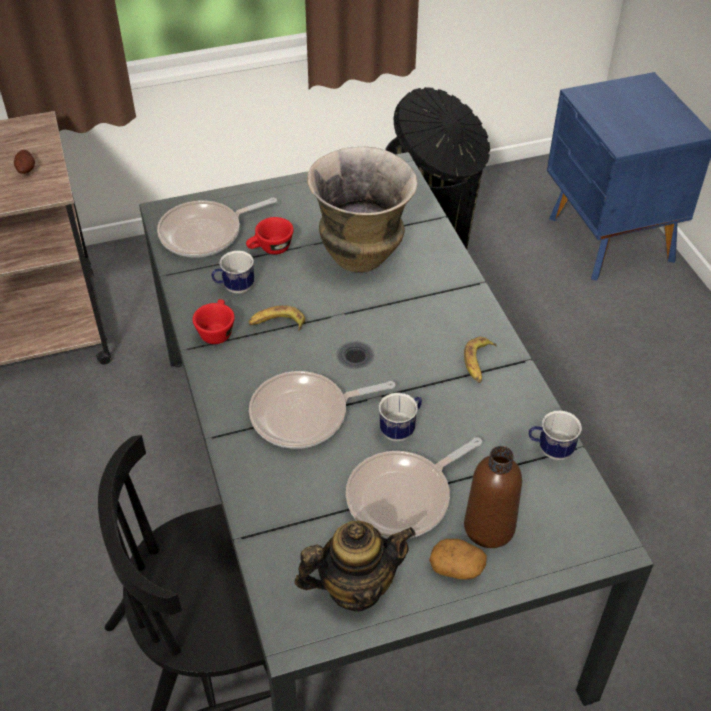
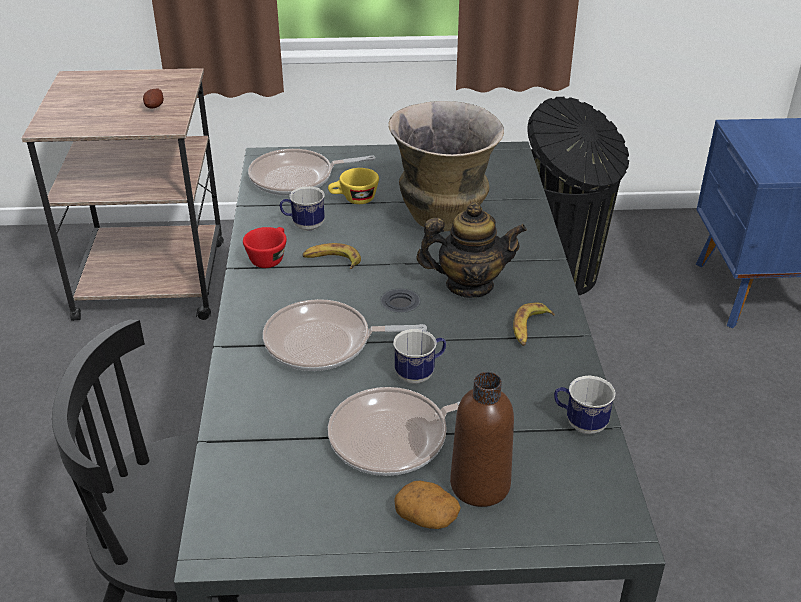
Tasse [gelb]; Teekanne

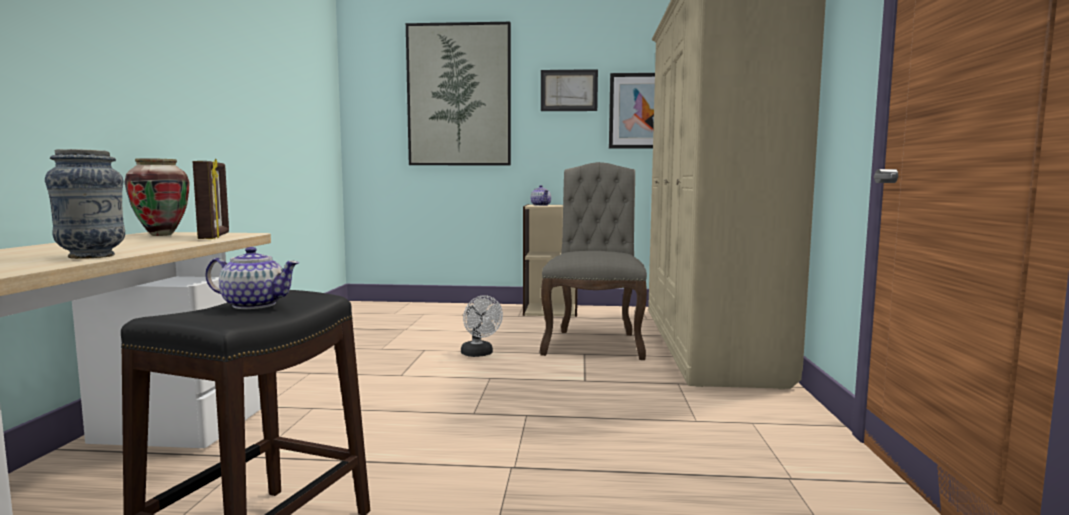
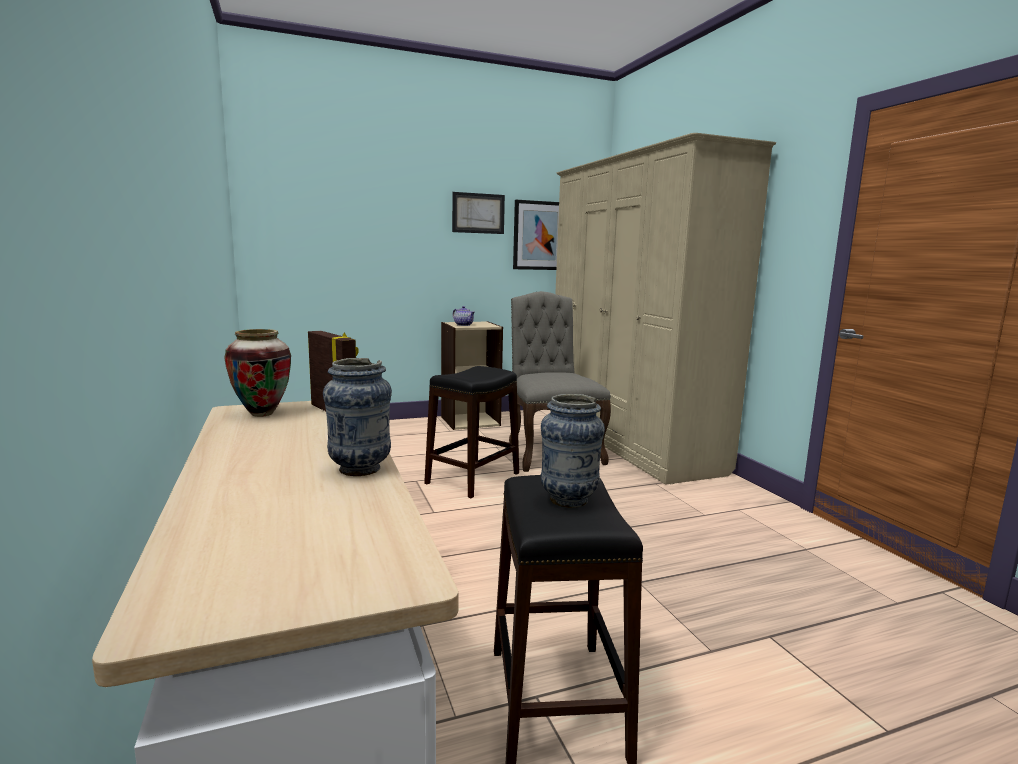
Bild (1st from left in the first image); Vase (3rd from left); Hocker [schwarz] (1st from left)

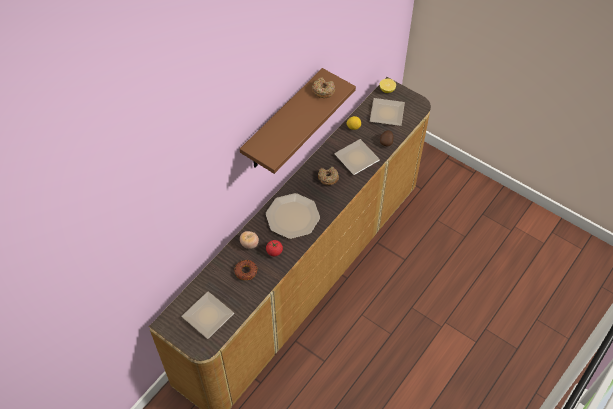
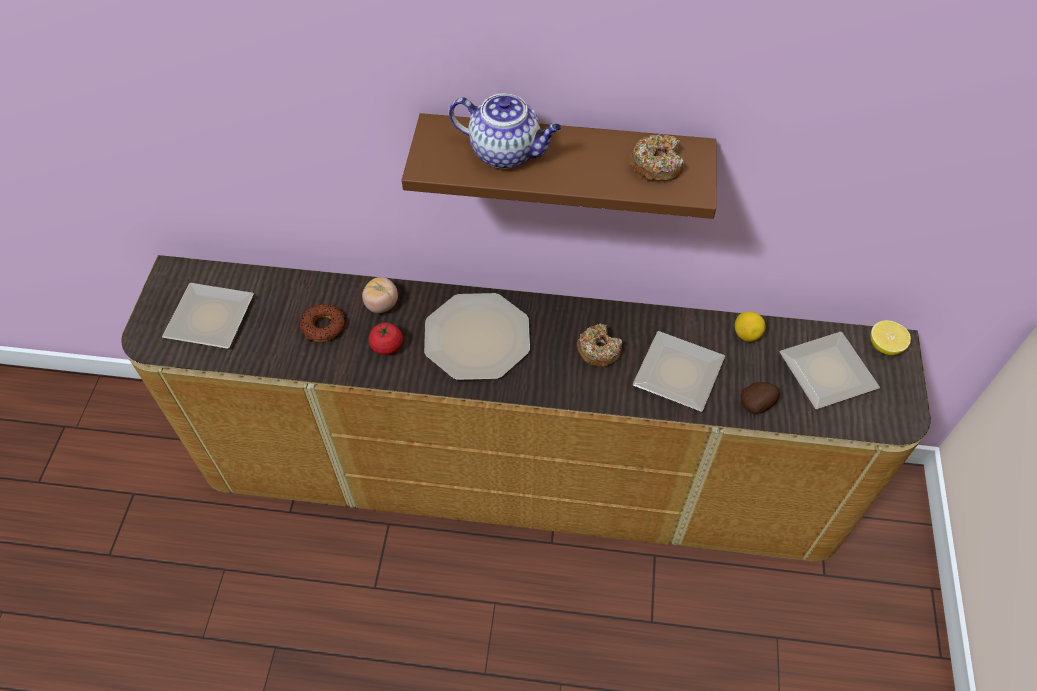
Teekanne

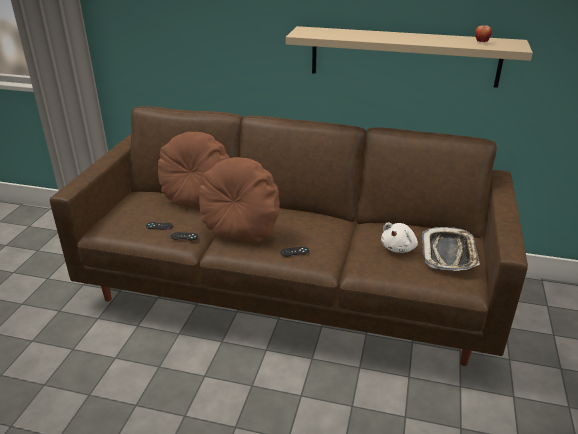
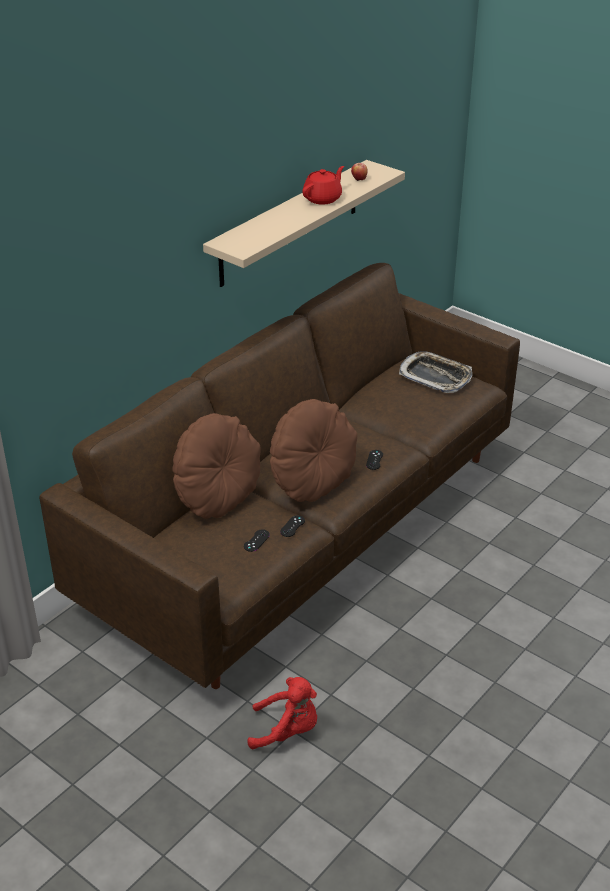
Plüschtier [weiß]; Teekanne [rot]; Plüschtier [rot]

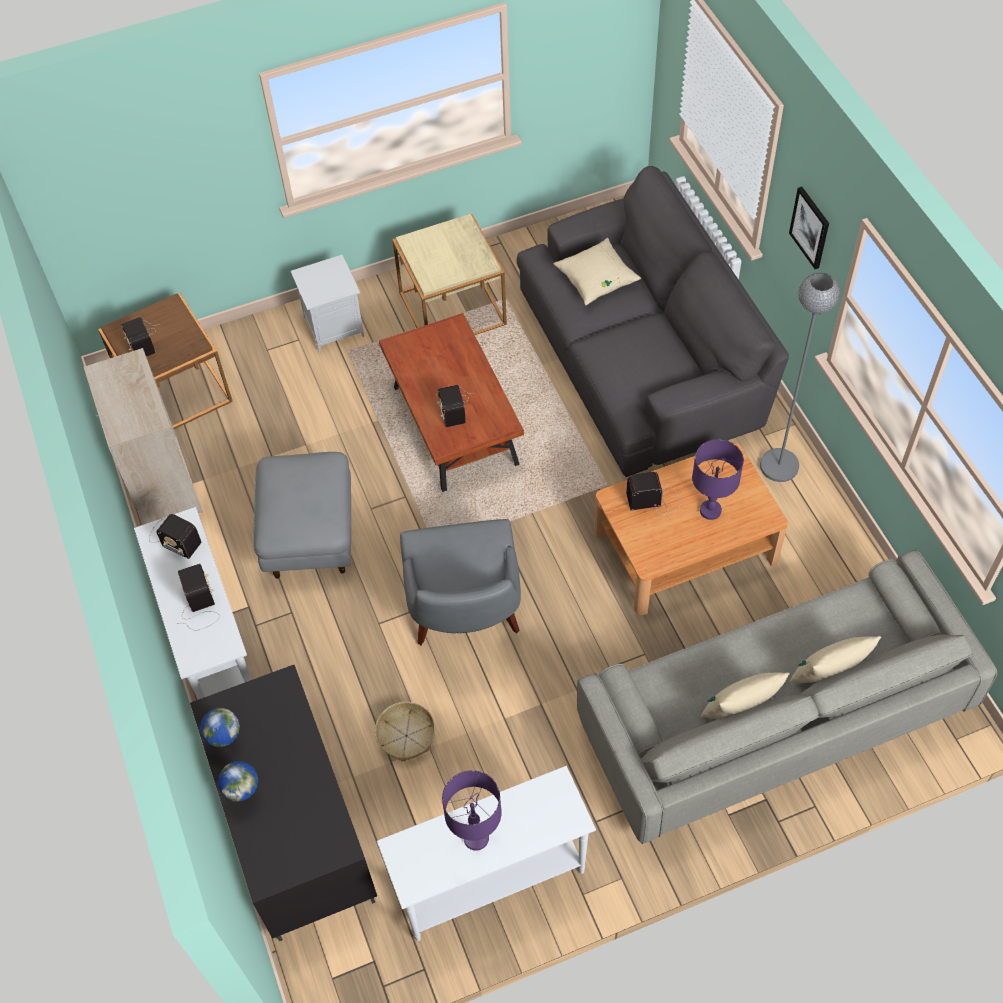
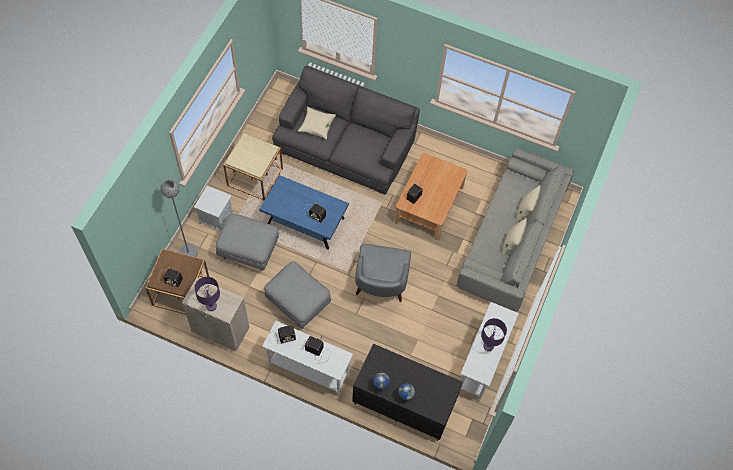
Bild; Stehlampe [grau]; Couchtisch [blau]; Tischlampe [lila] (1st from left); Sessel [grau]; Korb; Polsterhocker [grau] (1st from left)

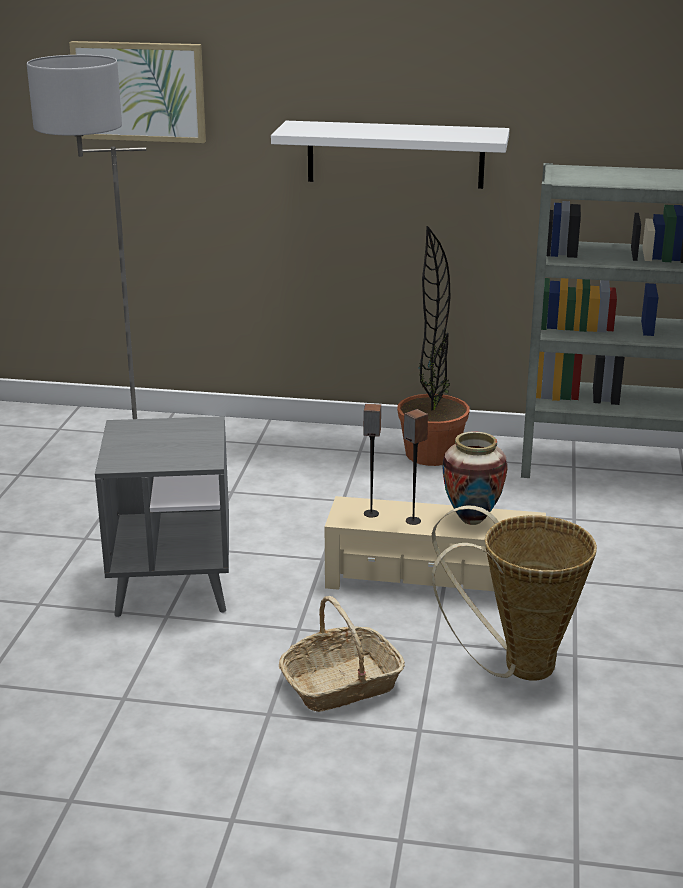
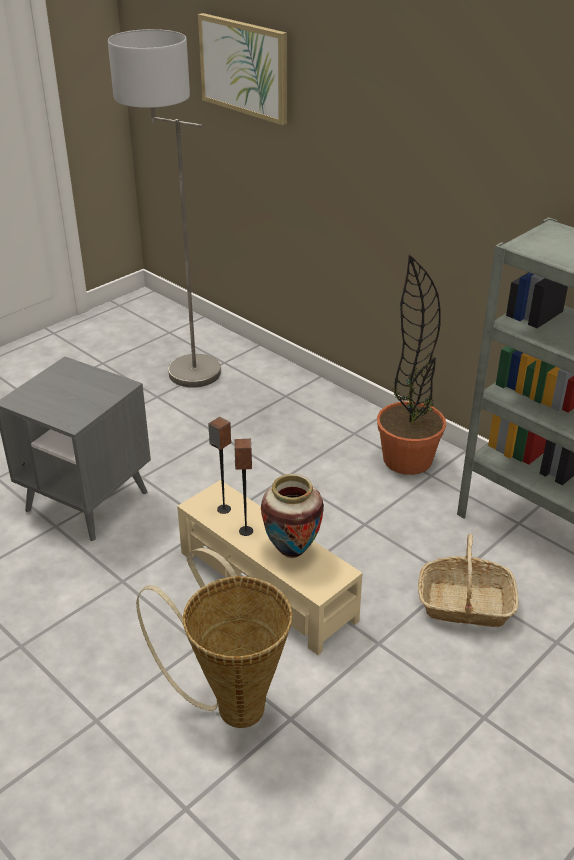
Wandregal [weiß]; Korb (2nd from left)

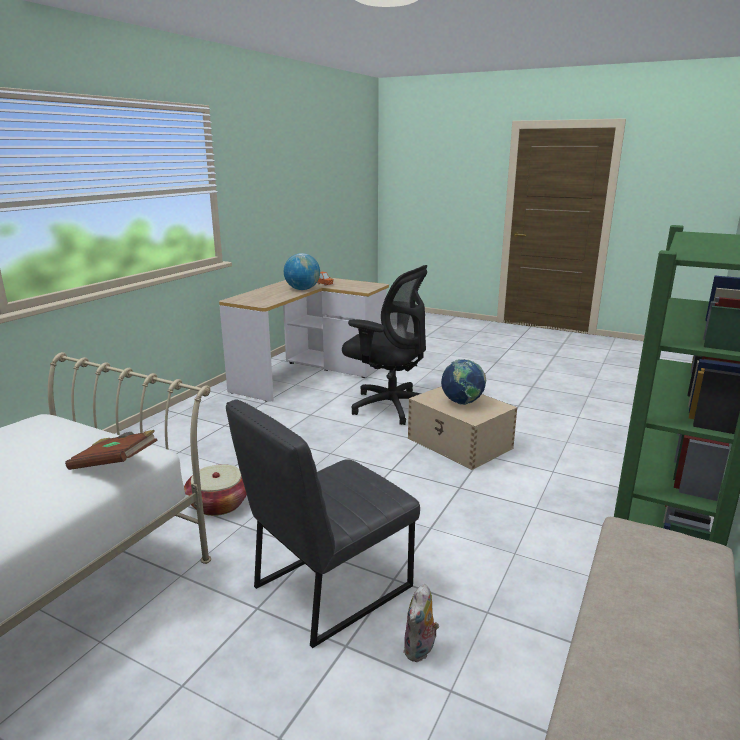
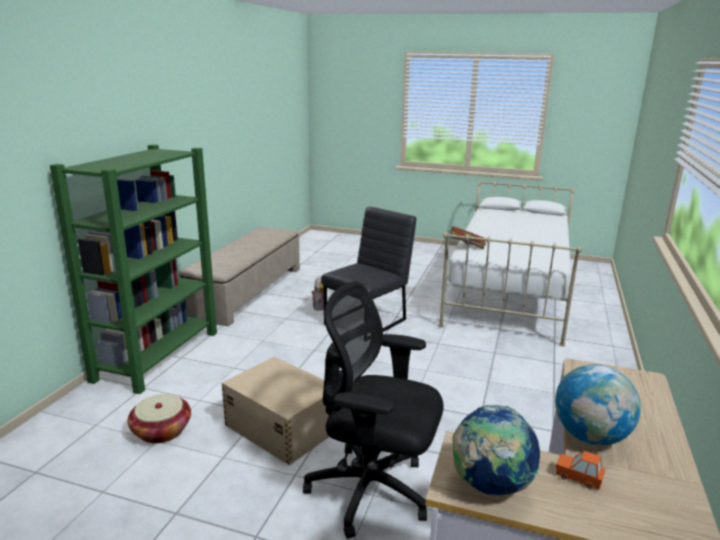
Globus (1st from left); Korb

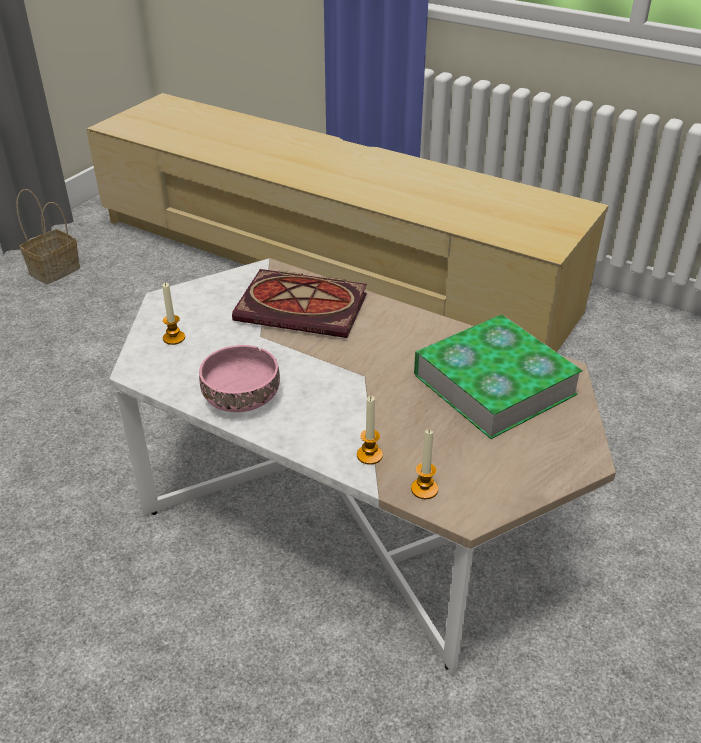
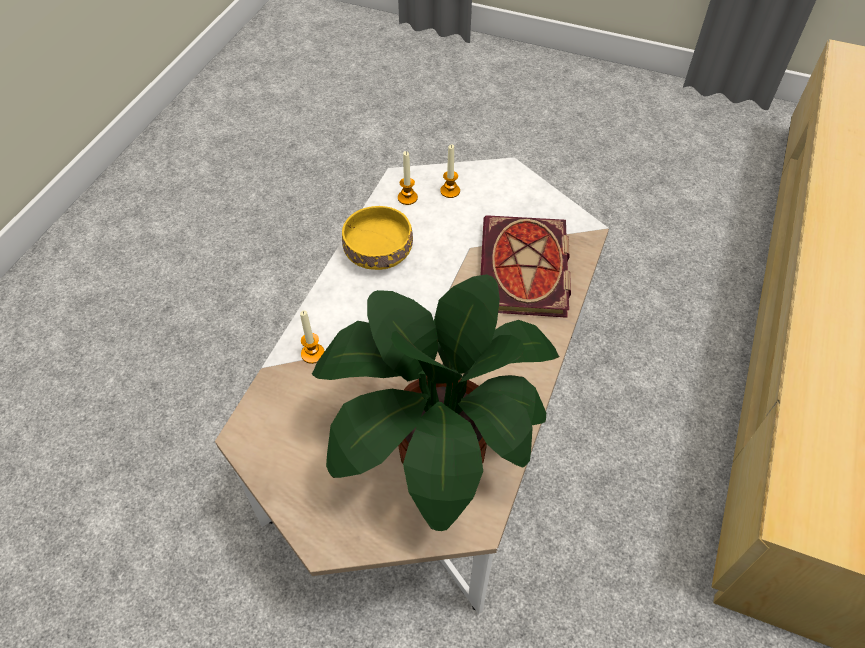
Korb; Topfpflanze; Schüssel [gelb]; Kerze (2nd from left)

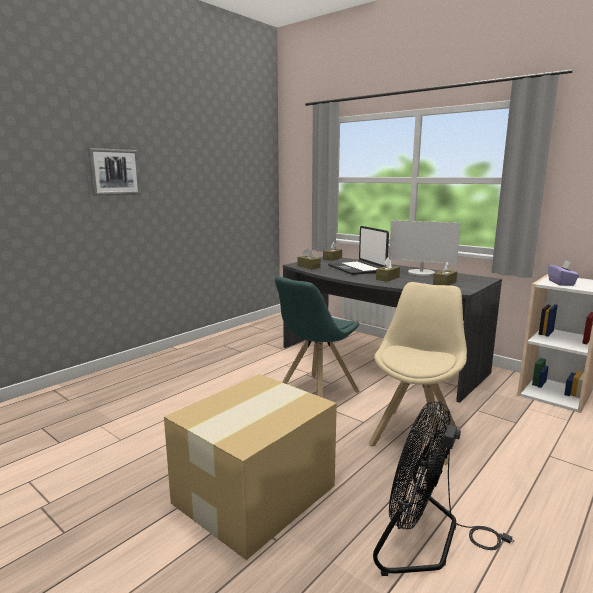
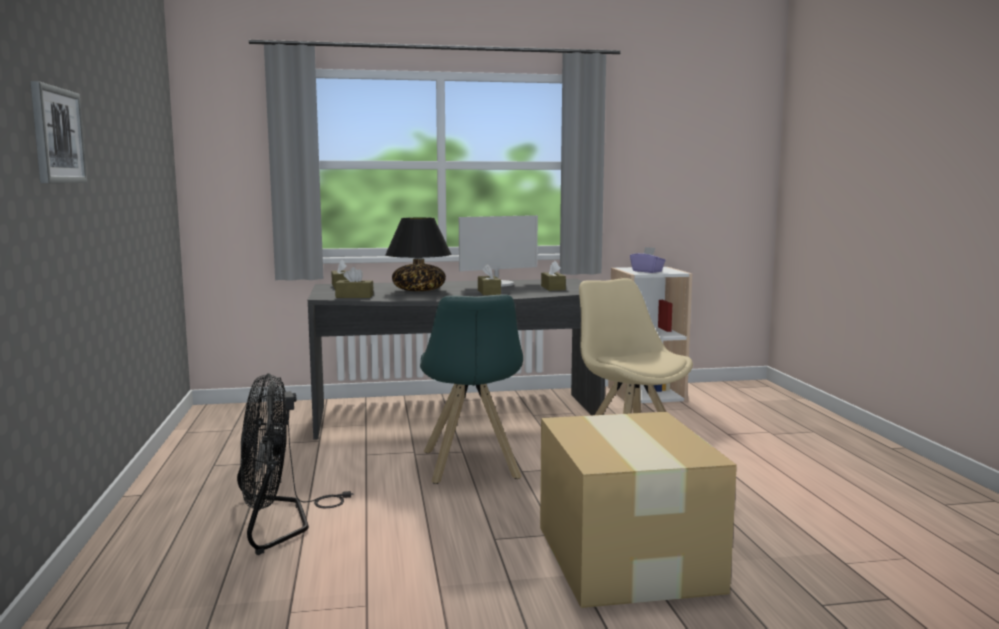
Tischlampe [schwarz]; Ventilator [schwarz]

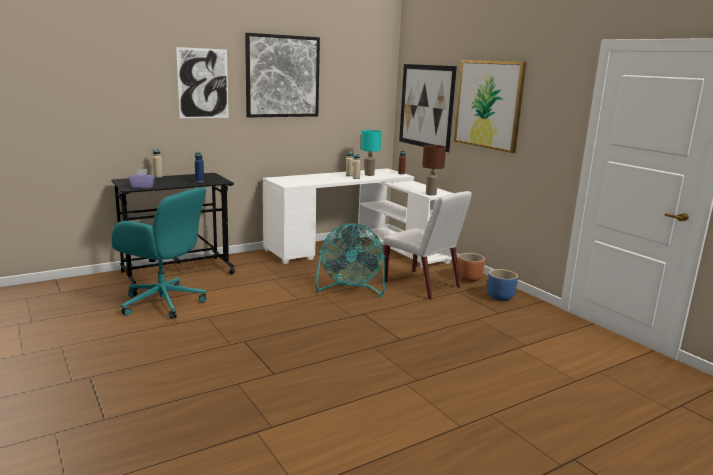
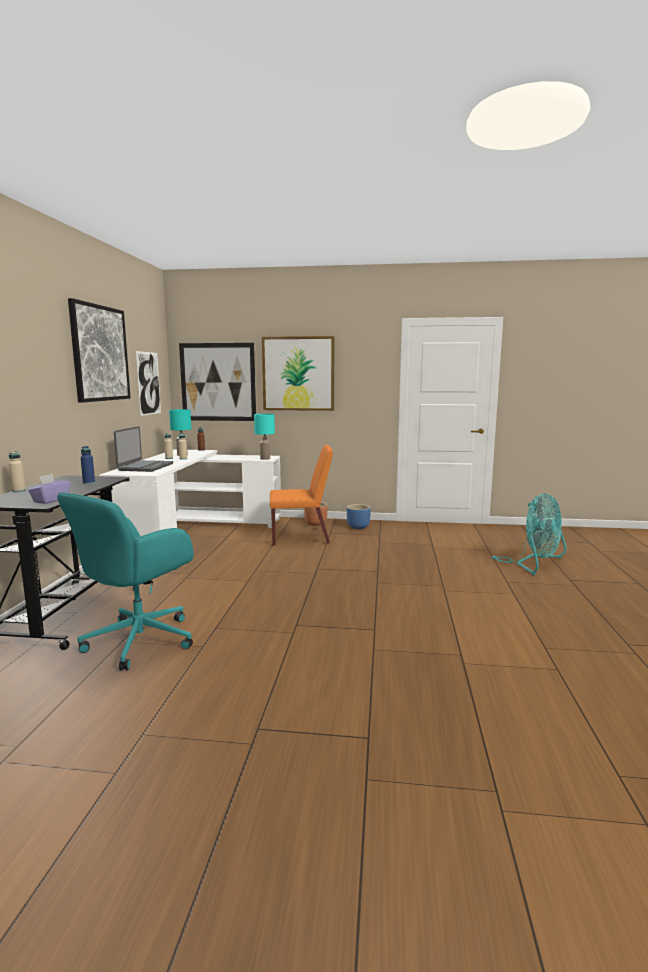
Bild (2nd from left); Tischlampe [türkis] (2nd from left); Bürostuhl [türkis]; Stuhl [orange]; Ventilator [türkis]; Laptop

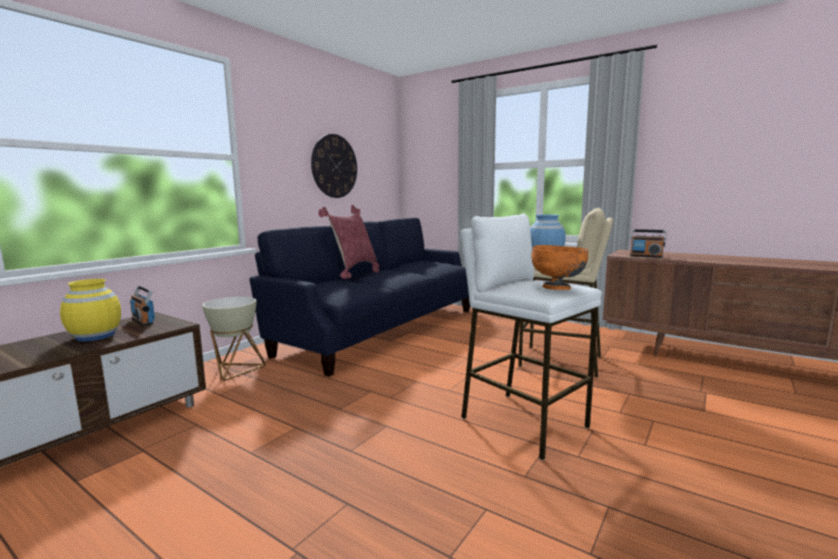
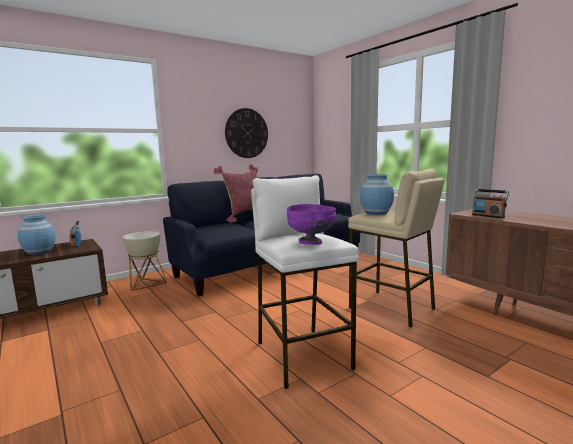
Schüssel [lila]; Vase [blau] (1st from left)

